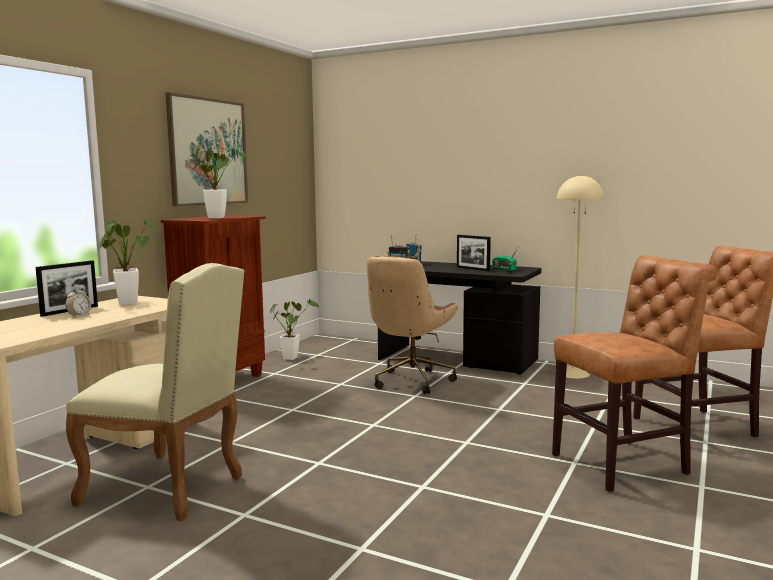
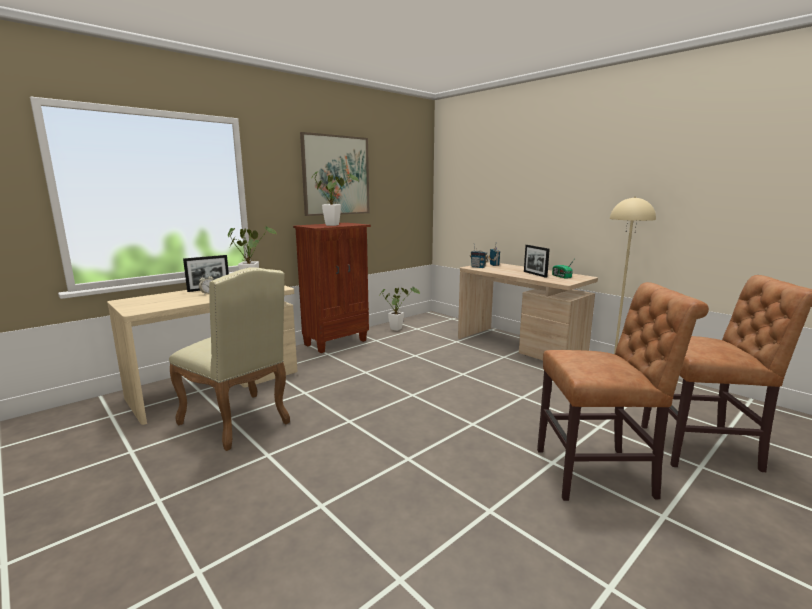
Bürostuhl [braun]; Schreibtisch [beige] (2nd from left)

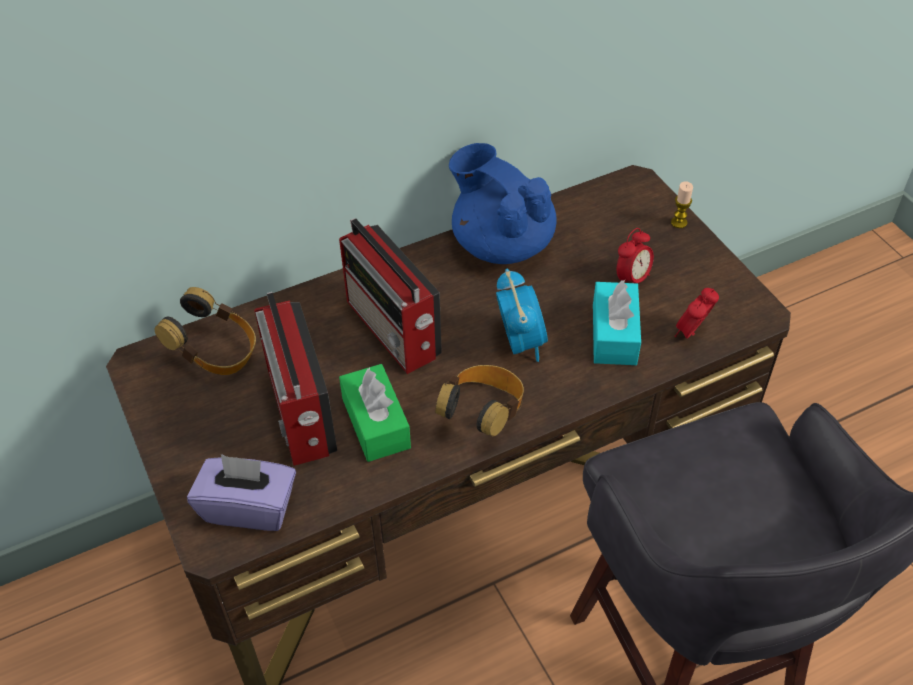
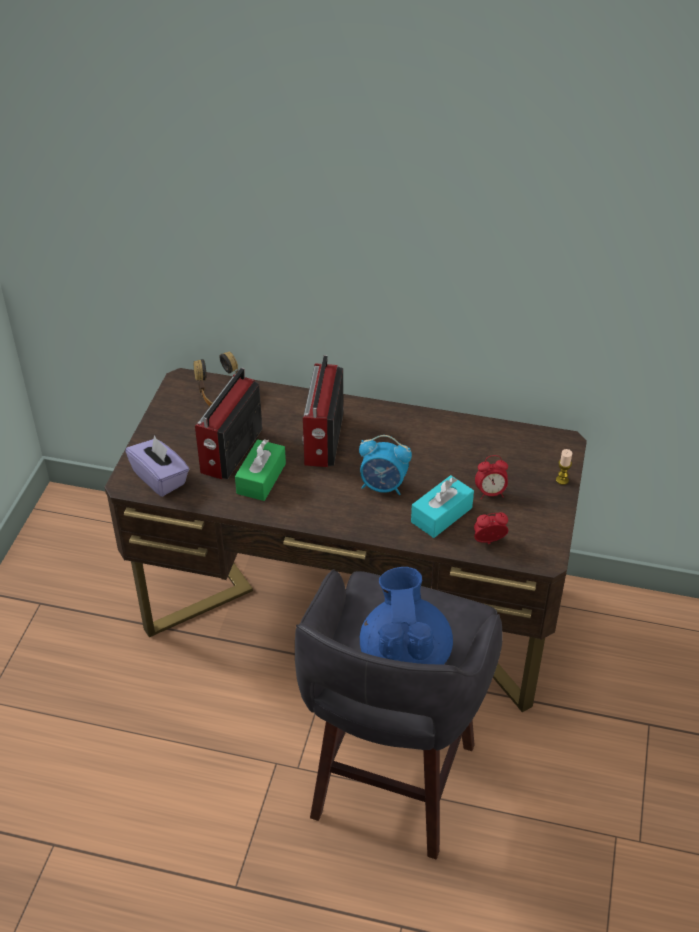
Teekanne [blau]; Wecker (1st from left); Kopfhörer (2nd from left in the first image)

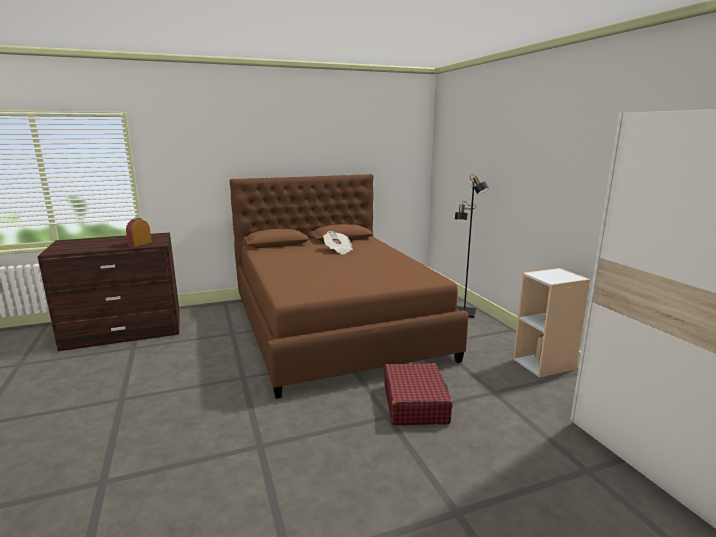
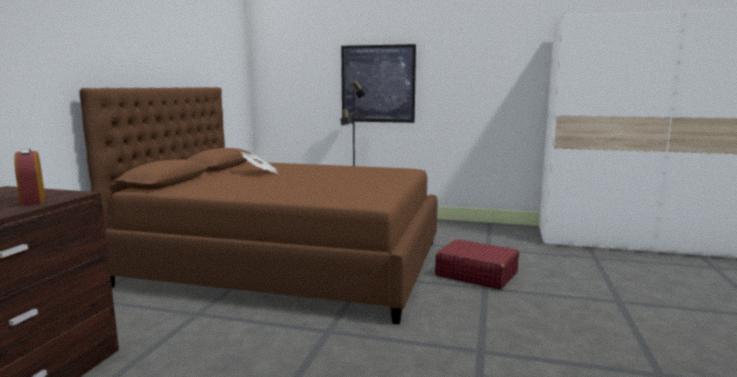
Bücherregal; Bild

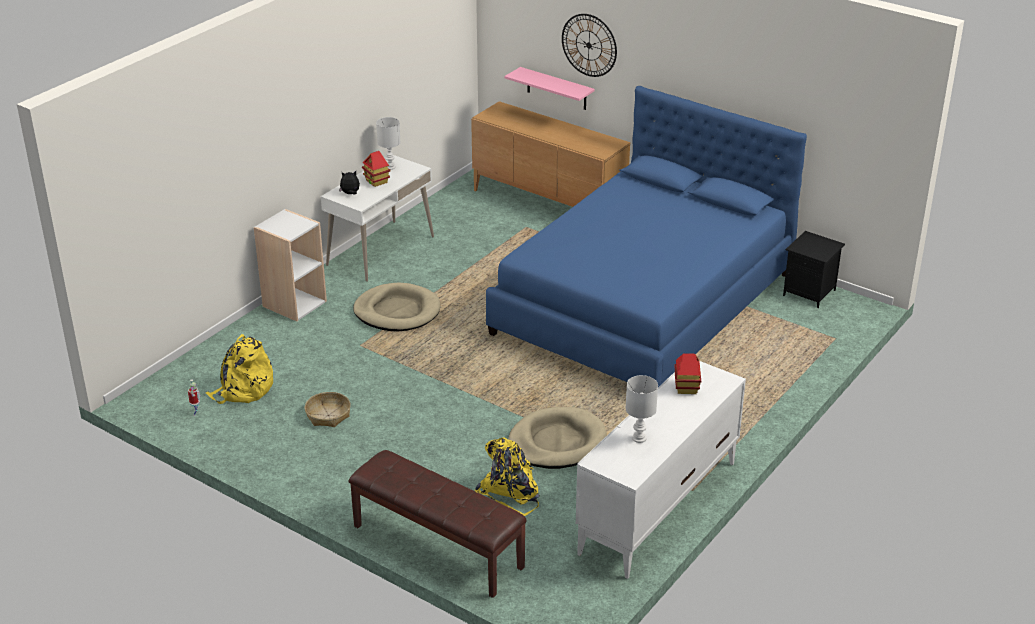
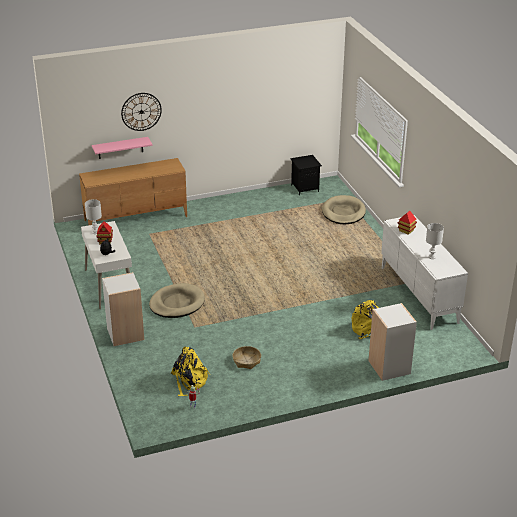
Bett [blau]; Hundebett [beige] (2nd from left); Bücherregal (2nd from left)

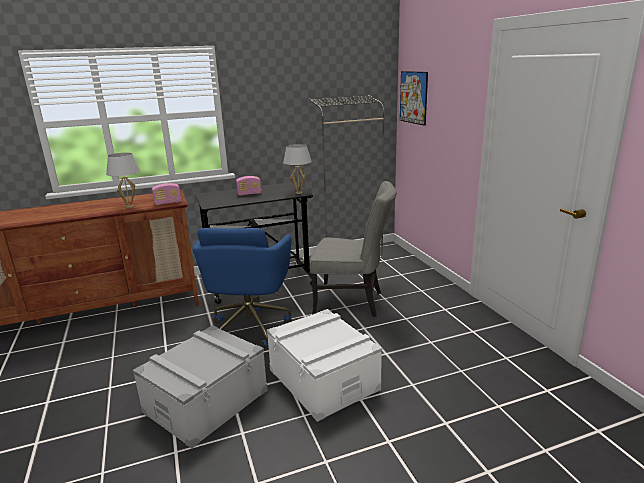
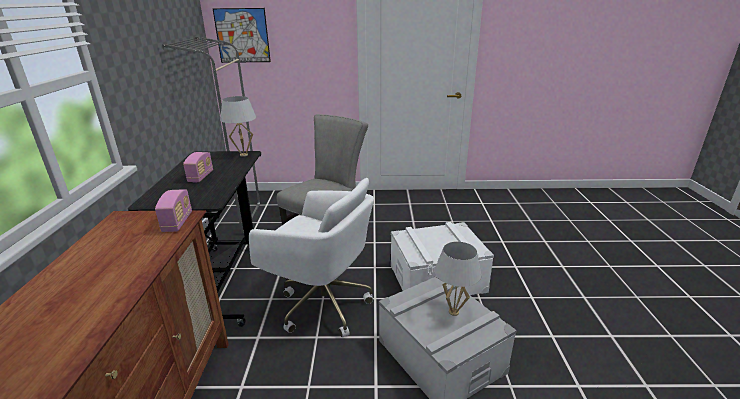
Tischlampe [weiß] (2nd from left); Bürostuhl [weiß]

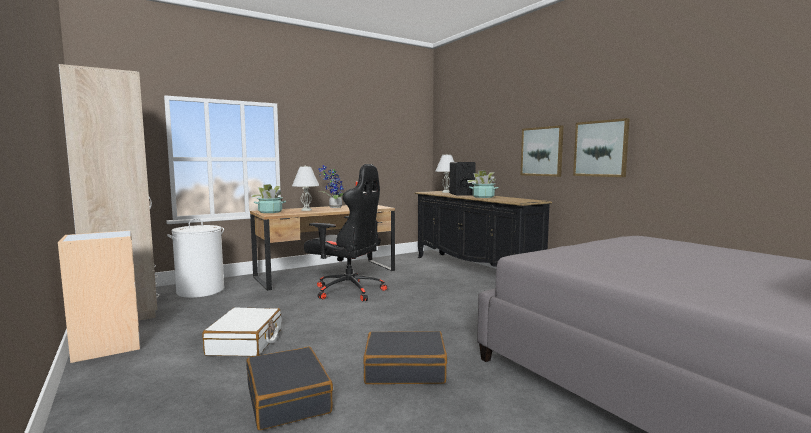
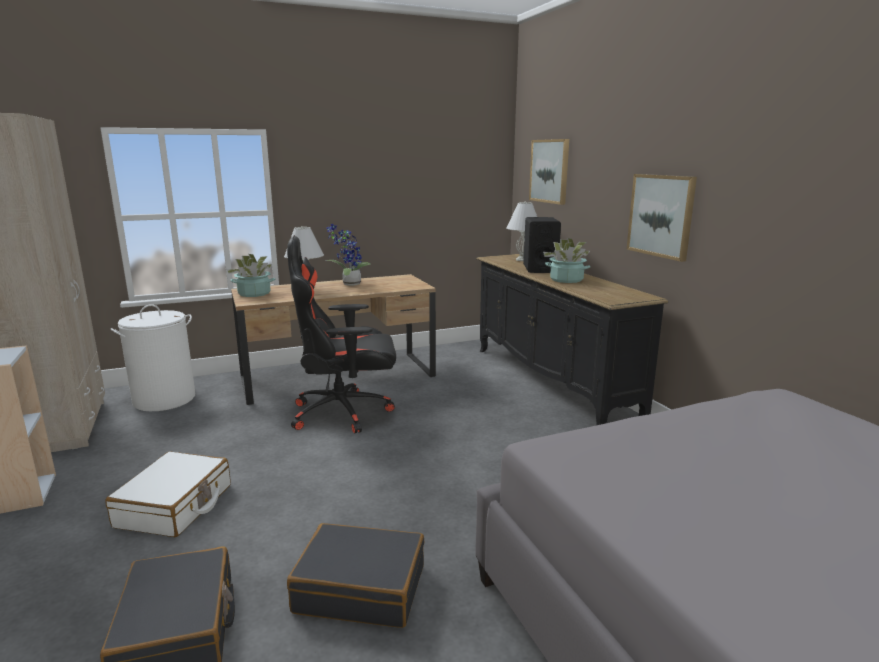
Bild (1st from left); Bürostuhl [schwarz]

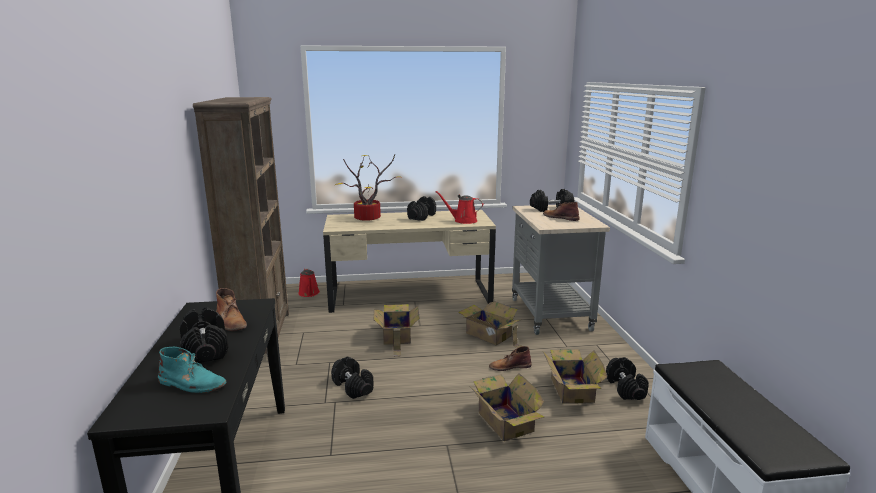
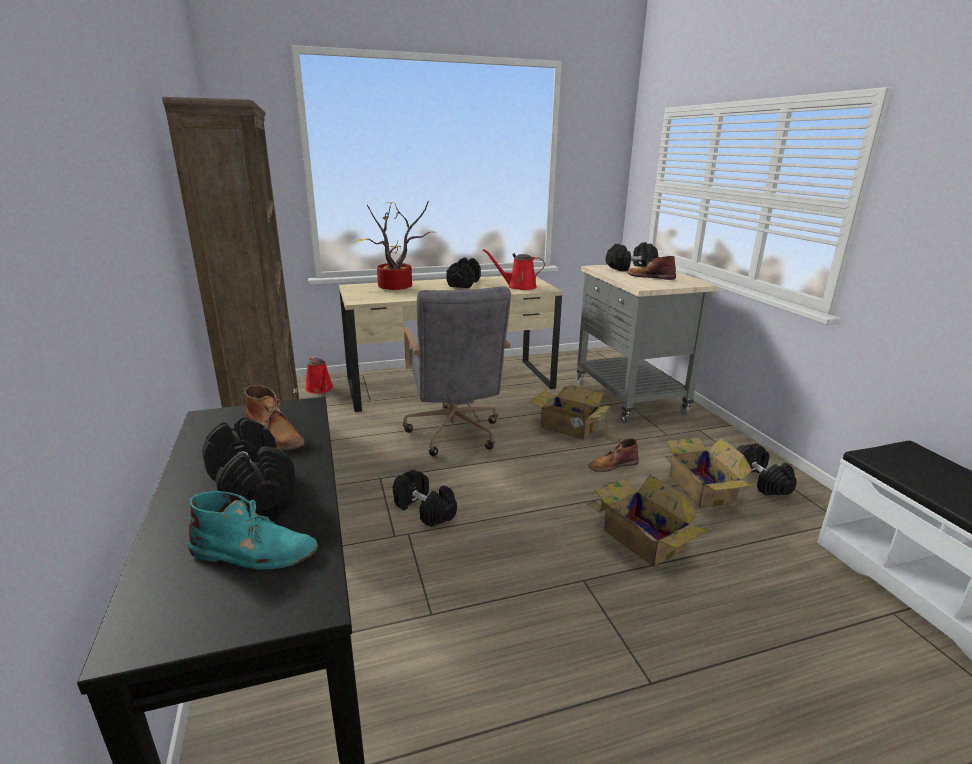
Bürostuhl [grau]

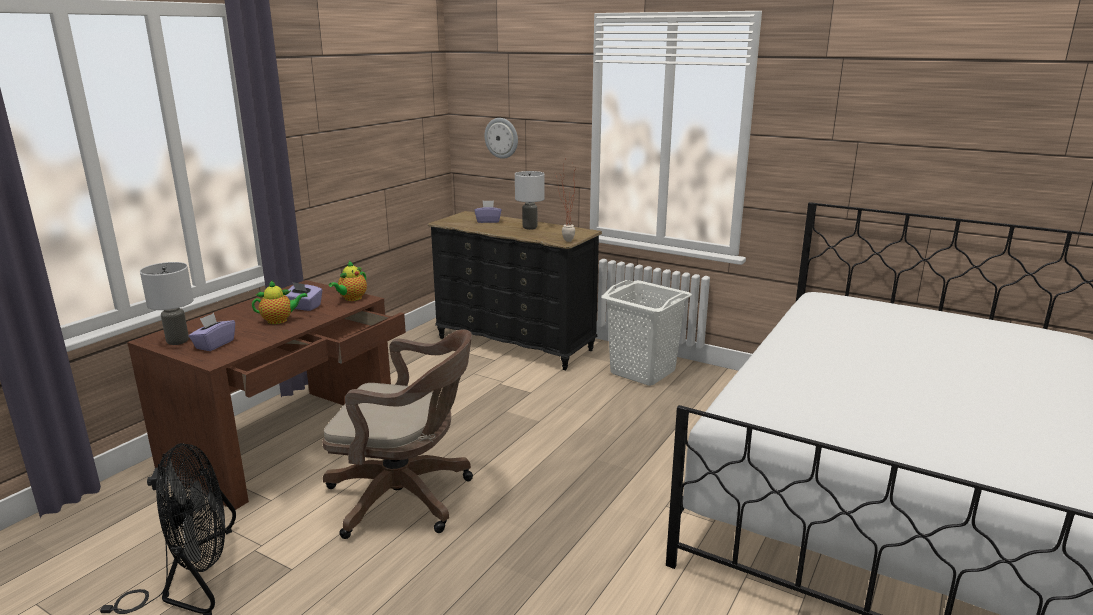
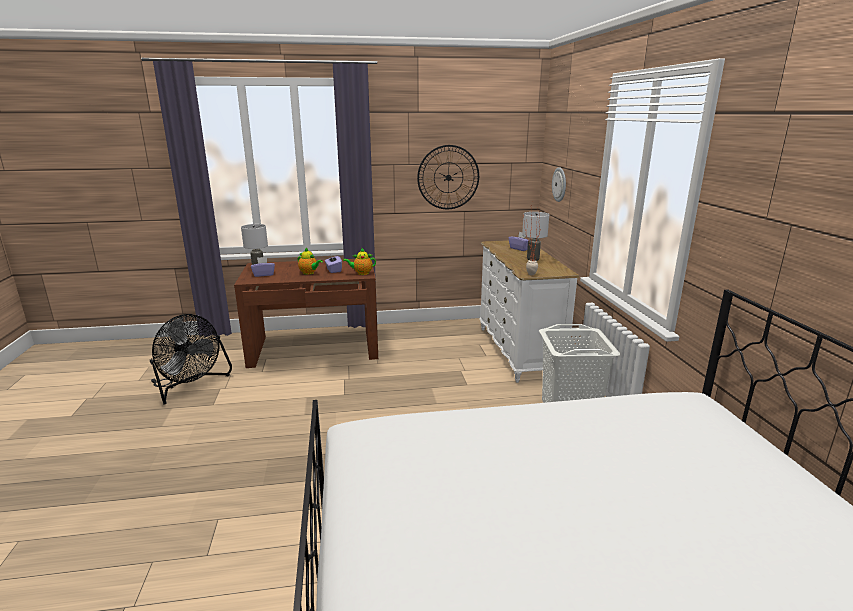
Kommode [weiß]; Bürostuhl [braun]; Wanduhr (1st from left)

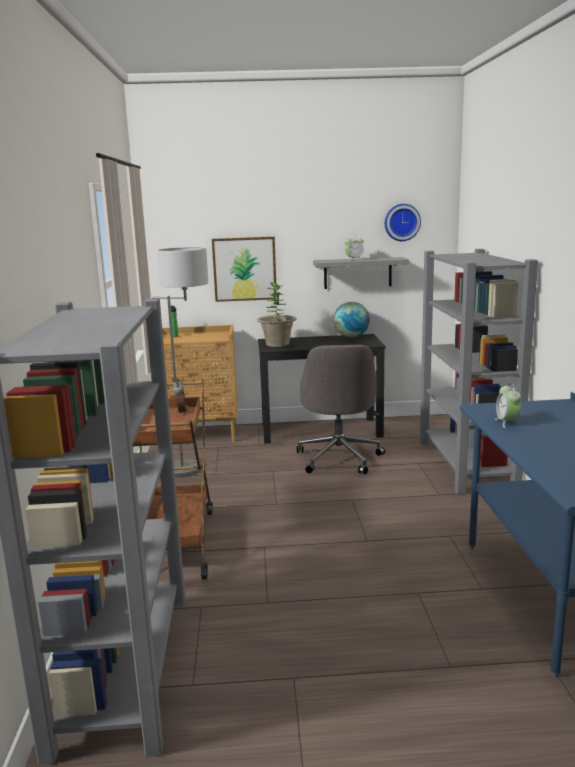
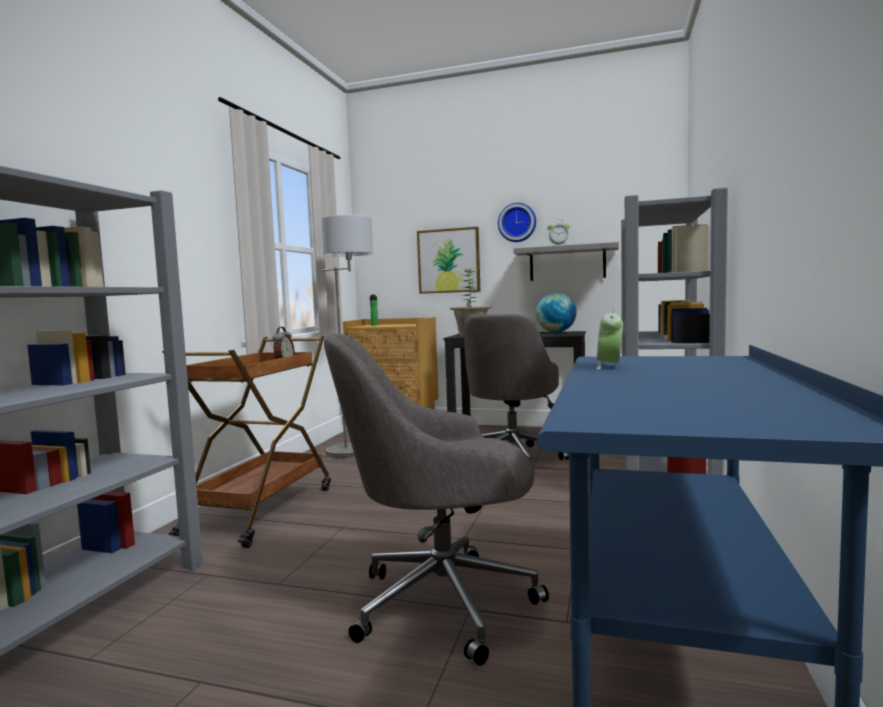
Wanduhr; Bürostuhl [grau] (1st from left)

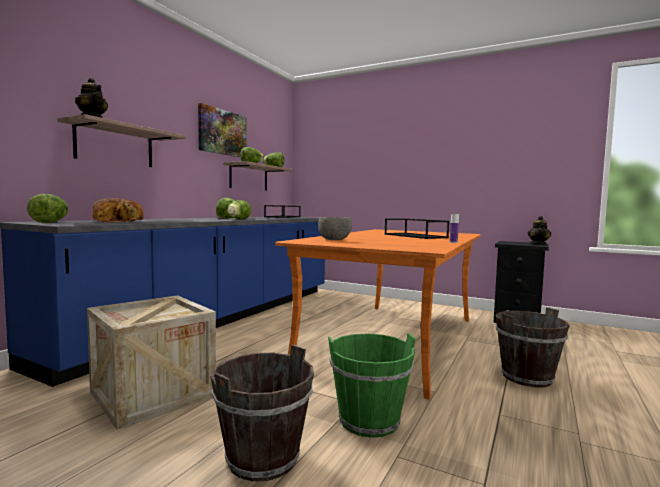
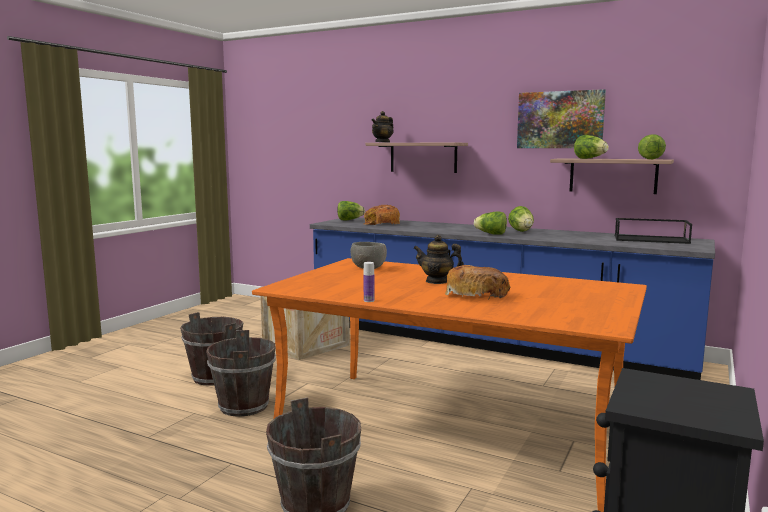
Teekanne (2nd from left); Brot (2nd from left); Eimer [braun] (2nd from left)

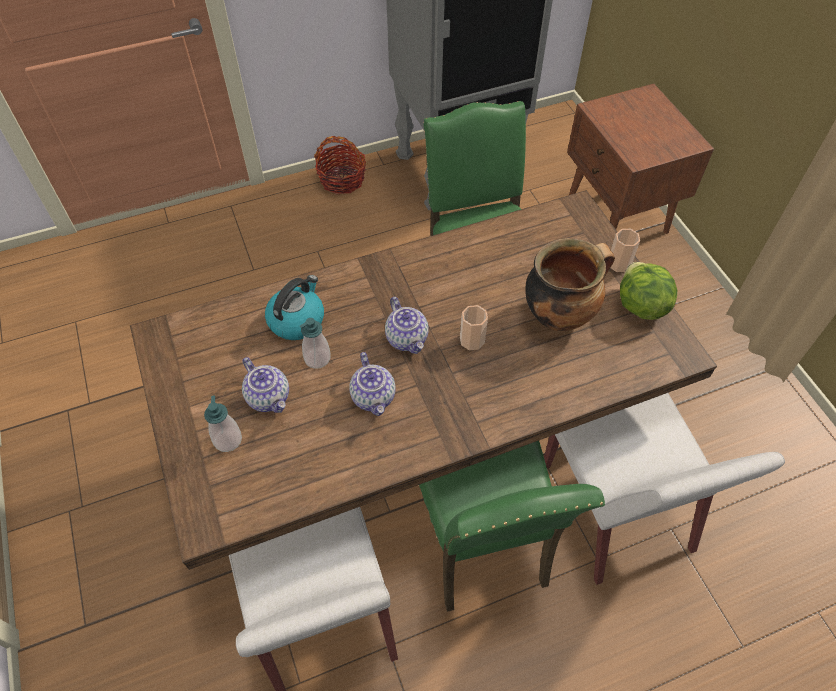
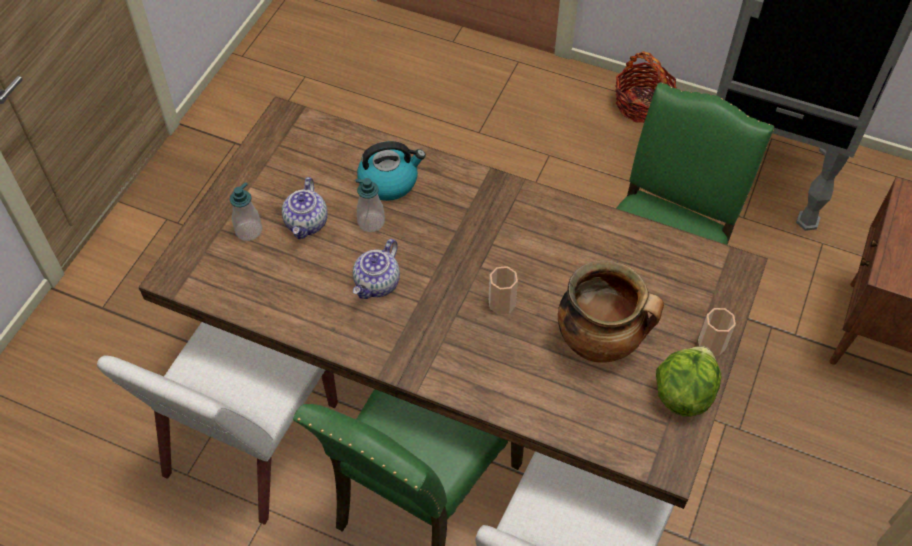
Teekanne (3rd from left in the first image)

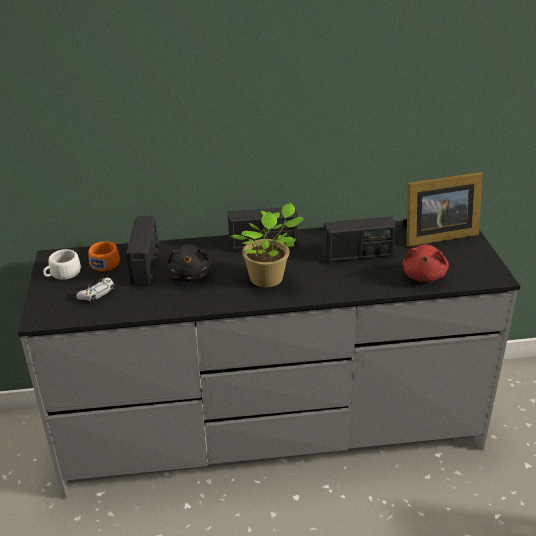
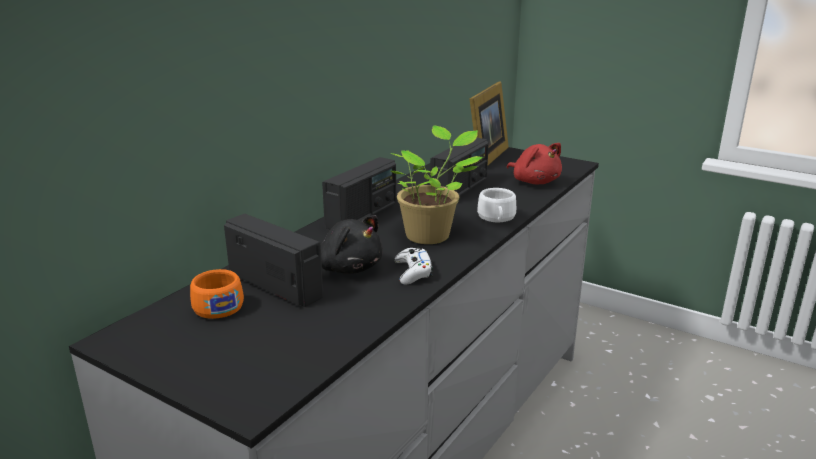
Tasse [weiß]; Gamepad [weiß]

